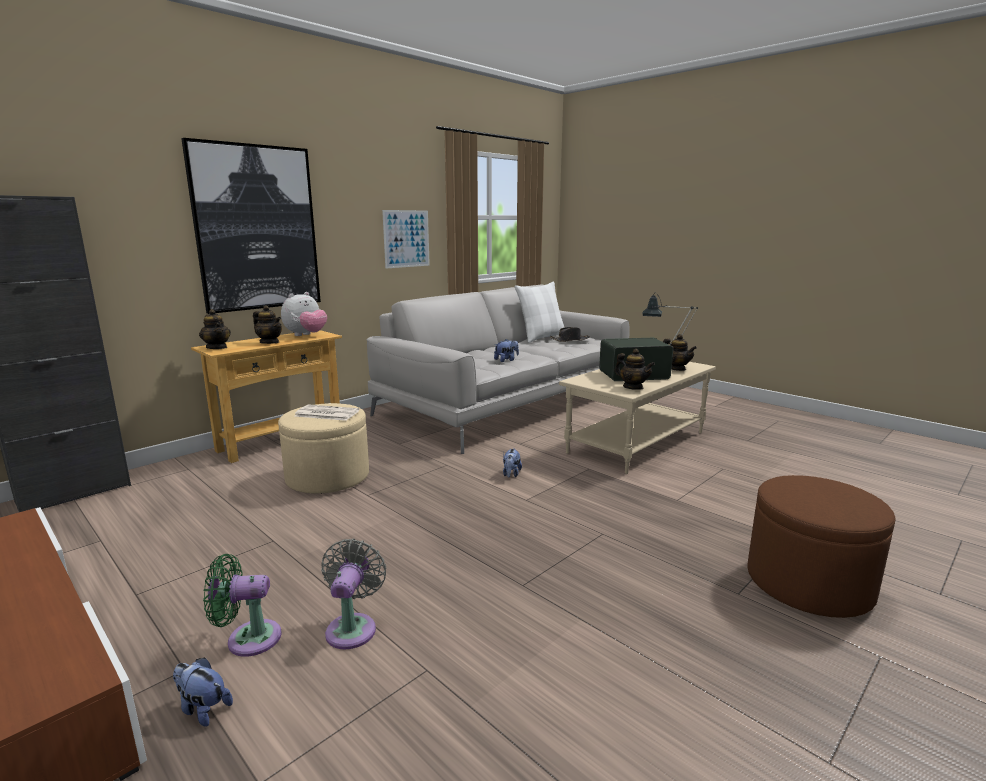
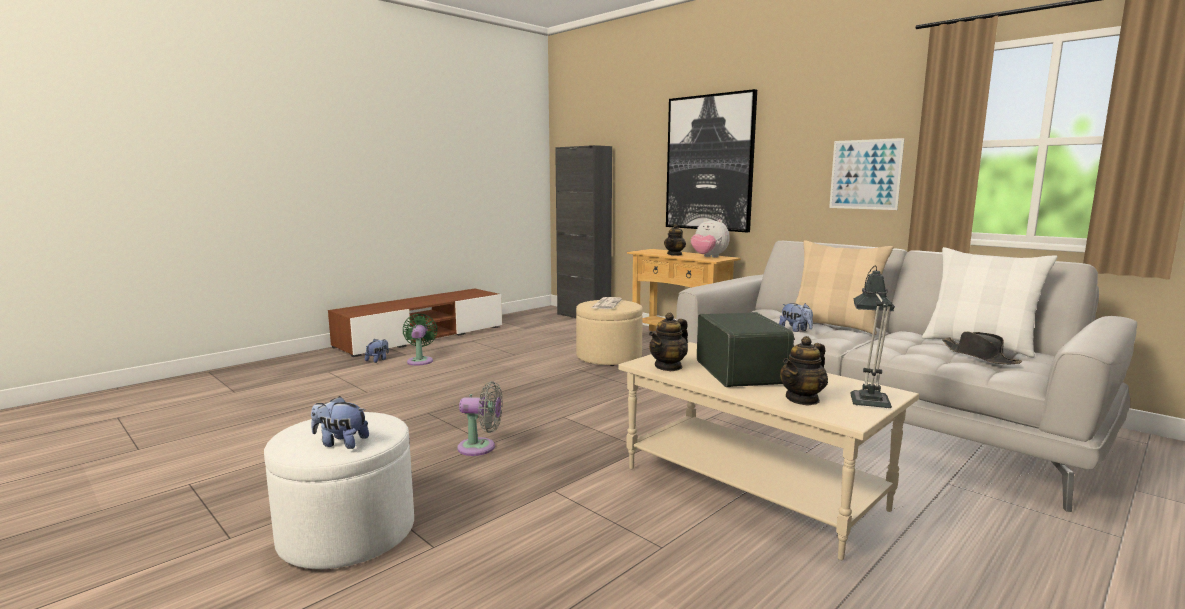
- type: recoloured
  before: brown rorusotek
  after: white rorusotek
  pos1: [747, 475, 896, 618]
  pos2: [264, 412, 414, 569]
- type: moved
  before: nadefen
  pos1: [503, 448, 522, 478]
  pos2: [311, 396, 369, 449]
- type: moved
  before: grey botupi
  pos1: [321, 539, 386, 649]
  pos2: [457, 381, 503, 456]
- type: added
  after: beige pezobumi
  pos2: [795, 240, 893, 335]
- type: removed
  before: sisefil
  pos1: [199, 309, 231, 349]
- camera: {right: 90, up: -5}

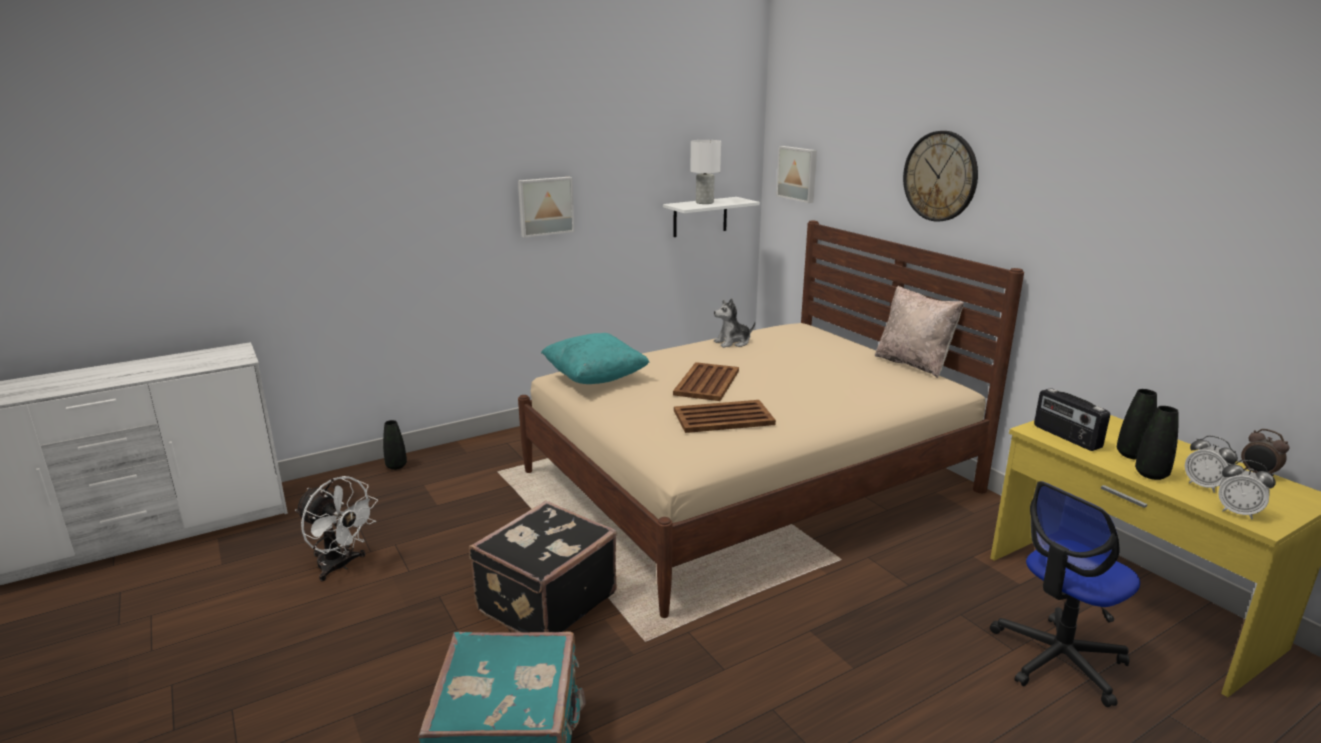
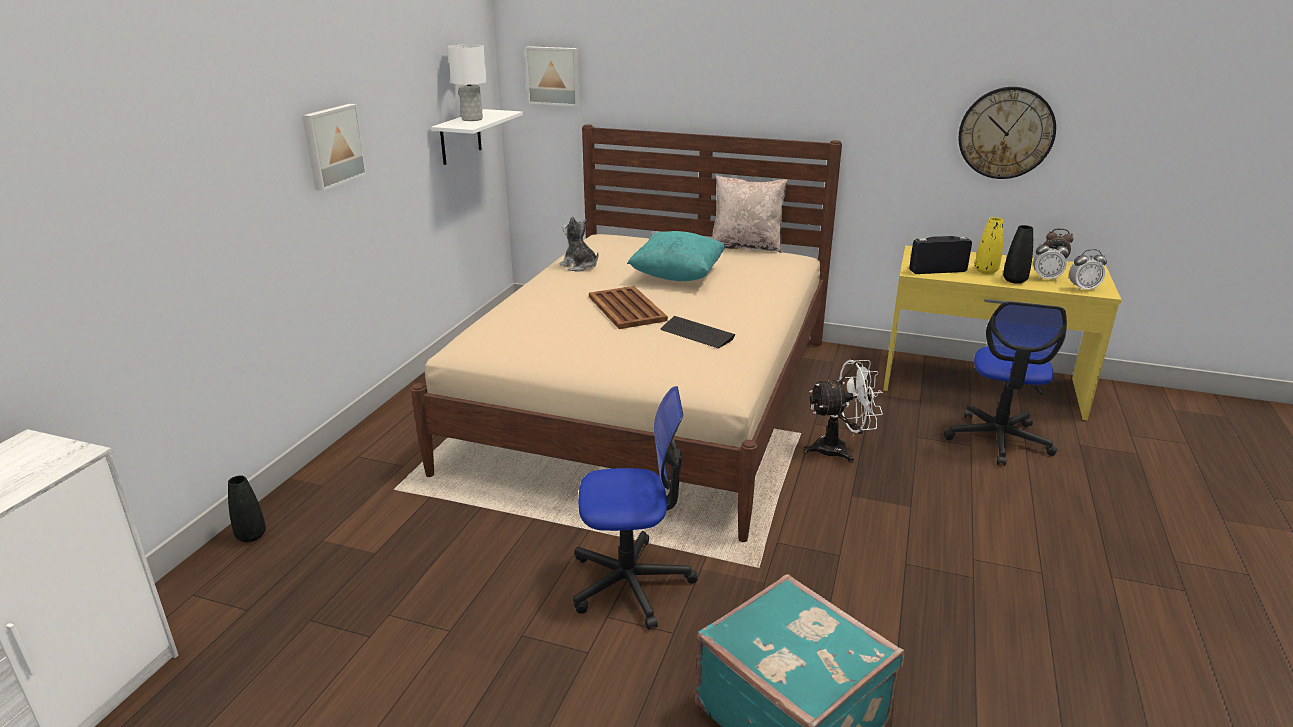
- type: turned
  before: nadefen
  pos1: [714, 298, 755, 348]
  pos2: [559, 216, 598, 271]
  turn: 105
- type: replaced
  before: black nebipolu
  after: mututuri
  pos1: [469, 500, 617, 633]
  pos2: [573, 386, 698, 630]
- type: moved
  before: turquoise pezobumi
  pos1: [541, 333, 649, 384]
  pos2: [627, 231, 725, 281]
- type: replaced
  before: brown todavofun
  after: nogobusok
  pos1: [674, 400, 776, 433]
  pos2: [661, 316, 736, 348]
- type: moved
  before: white botupi
  pos1: [295, 476, 378, 582]
  pos2: [803, 360, 883, 463]
- type: turned
  before: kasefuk
  pos1: [1034, 388, 1110, 451]
  pos2: [909, 236, 972, 274]
  turn: 150
- type: moved
  before: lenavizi
  pos1: [903, 131, 978, 222]
  pos2: [959, 87, 1056, 179]
- type: recoloured
  before: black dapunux
  after: yellow dapunux
  pos1: [1117, 389, 1157, 460]
  pos2: [975, 217, 1003, 274]
- camera: {right: -40, up: 5}

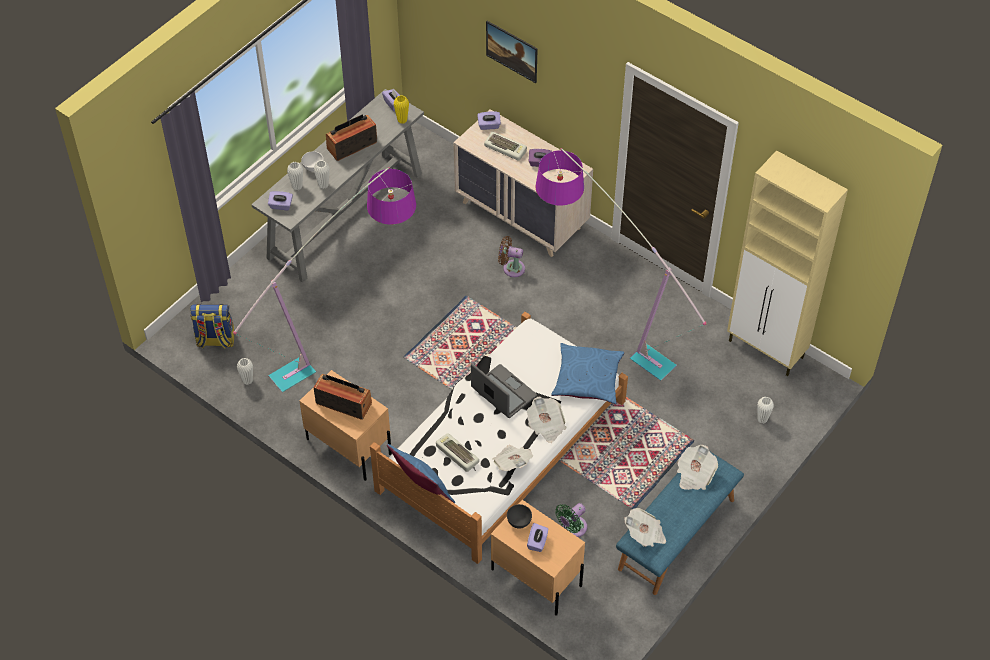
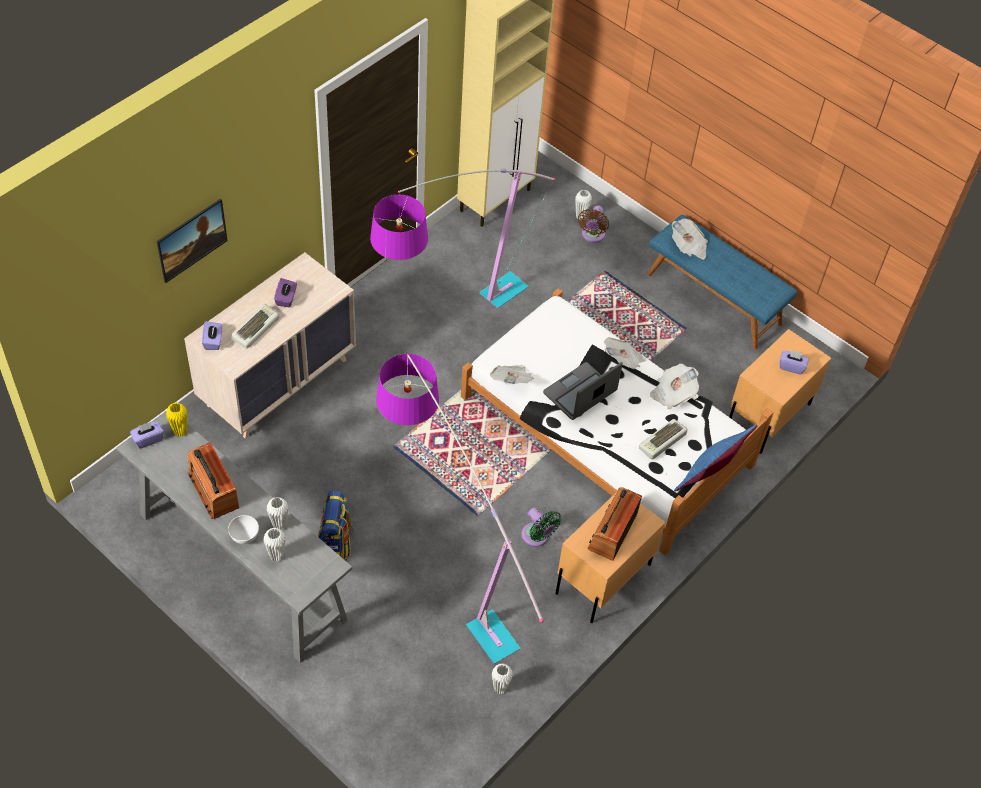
- type: moved
  before: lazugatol
  pos1: [190, 304, 235, 349]
  pos2: [318, 490, 354, 561]
- type: moved
  before: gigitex
  pos1: [624, 508, 666, 547]
  pos2: [490, 365, 534, 384]
- type: moved
  before: green botupi
  pos1: [555, 503, 587, 537]
  pos2: [522, 507, 561, 547]
- type: moved
  before: brown botupi
  pos1: [498, 236, 525, 277]
  pos2: [578, 205, 609, 243]
- type: removed
  before: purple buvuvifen
  pos1: [268, 191, 293, 210]
- type: removed
  before: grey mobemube
  pos1: [507, 504, 532, 529]
- type: removed
  before: blue pezobumi
  pos1: [551, 343, 624, 404]
- camera: {right: -90, up: 0}

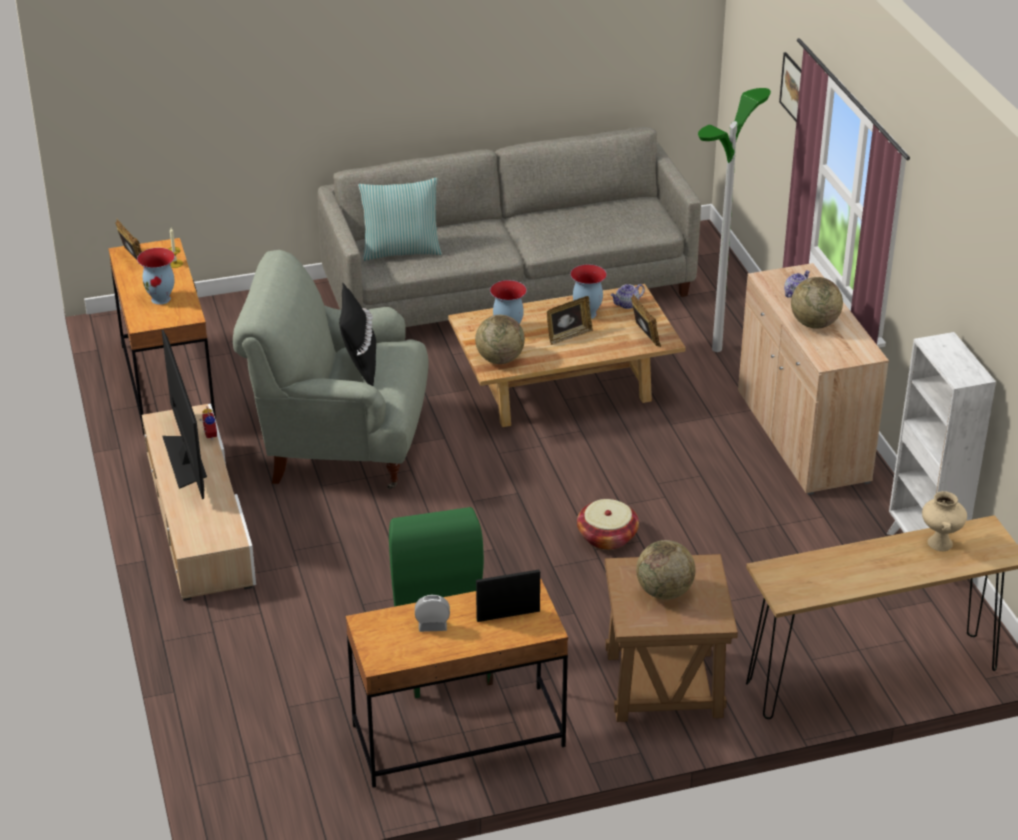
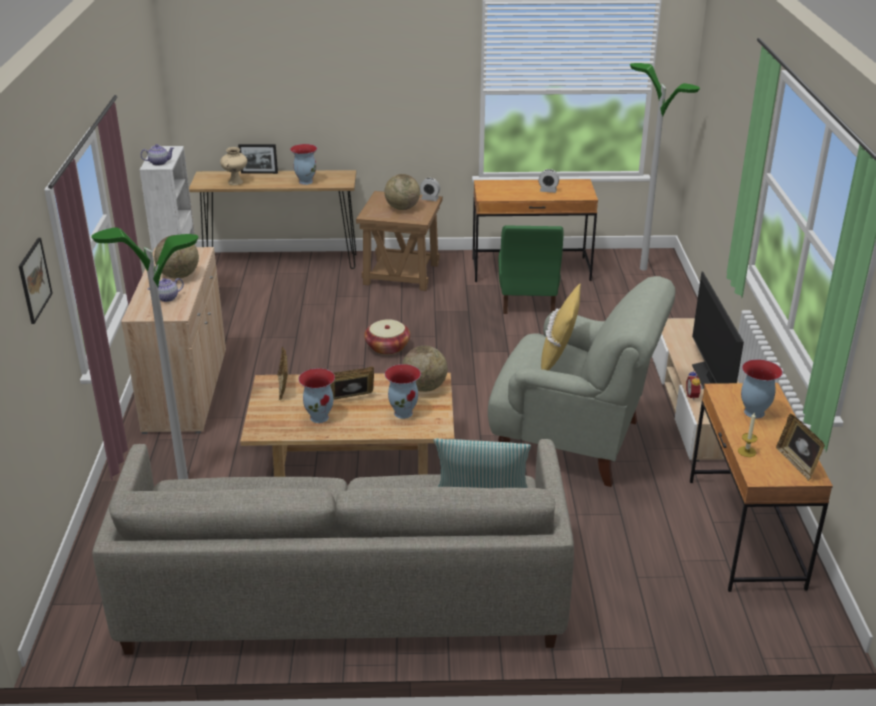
- type: moved
  before: sisefil
  pos1: [611, 284, 645, 309]
  pos2: [140, 144, 174, 166]
- type: moved
  before: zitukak
  pos1: [476, 569, 540, 622]
  pos2: [238, 144, 278, 174]
- type: added
  after: dapunux
  pos2: [290, 144, 317, 185]
- type: added
  after: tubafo
  pos2: [420, 178, 440, 201]
- type: recoloured
  before: black pezobumi
  after: yellow pezobumi
  pos1: [339, 282, 376, 386]
  pos2: [541, 284, 581, 371]
- type: added
  after: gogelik
  pos2: [630, 63, 700, 270]
- camera: {right: -165, up: -5}

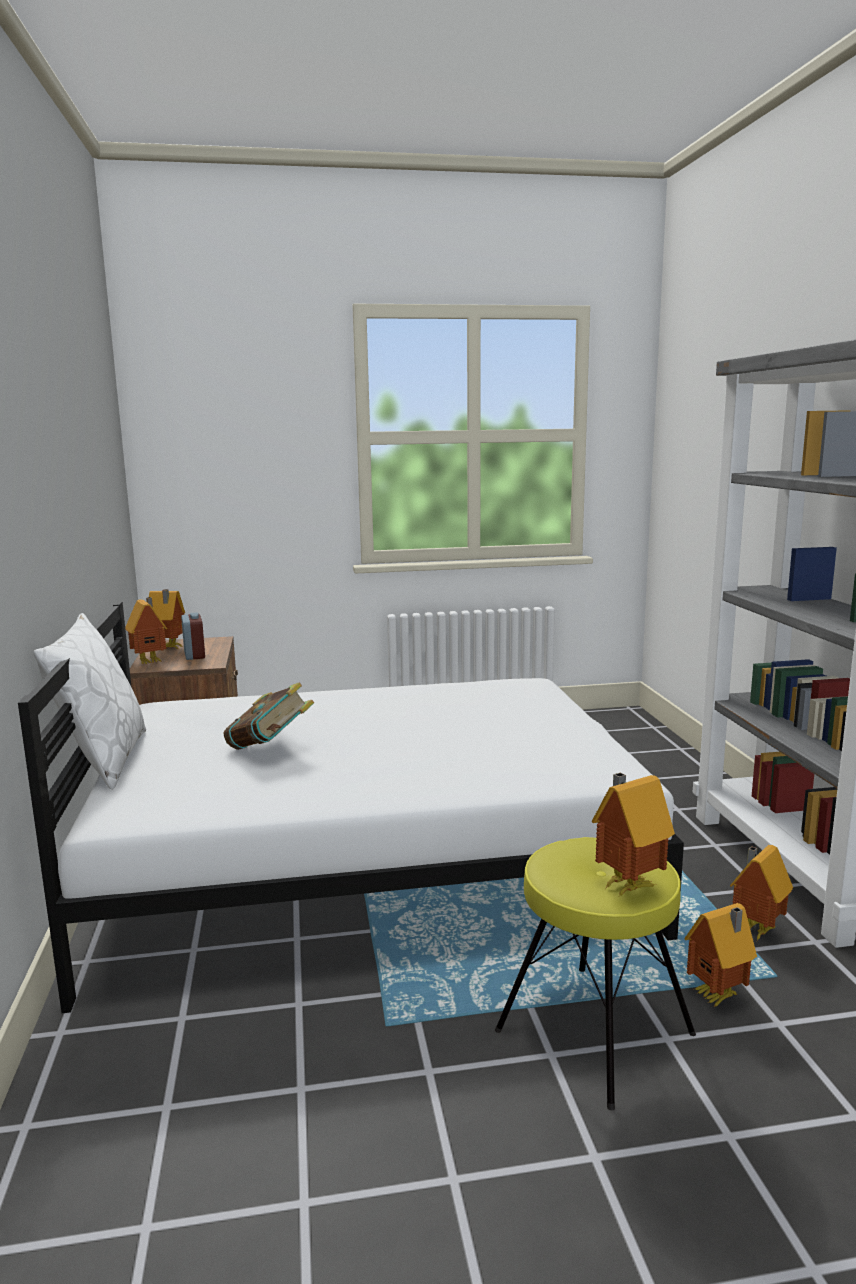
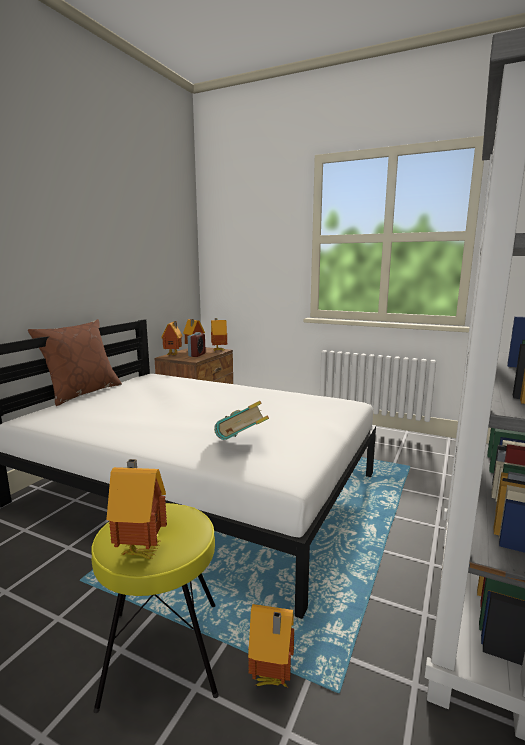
- type: recoloured
  before: white pezobumi
  after: brown pezobumi
  pos1: [33, 613, 146, 790]
  pos2: [28, 319, 122, 406]
- type: moved
  before: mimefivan
  pos1: [730, 845, 793, 940]
  pos2: [211, 318, 227, 351]
- type: moved
  before: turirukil
  pos1: [223, 682, 314, 750]
  pos2: [214, 401, 269, 440]
- camera: {right: 35, up: 0}

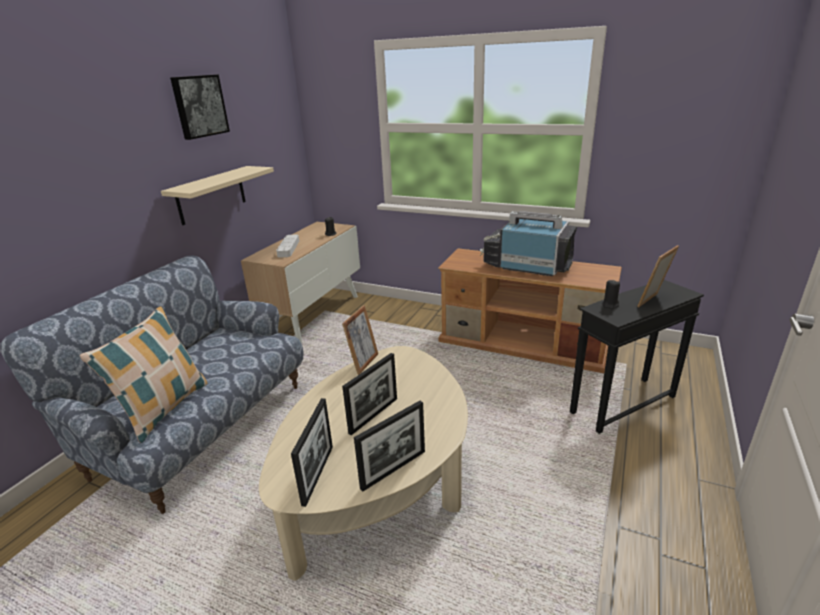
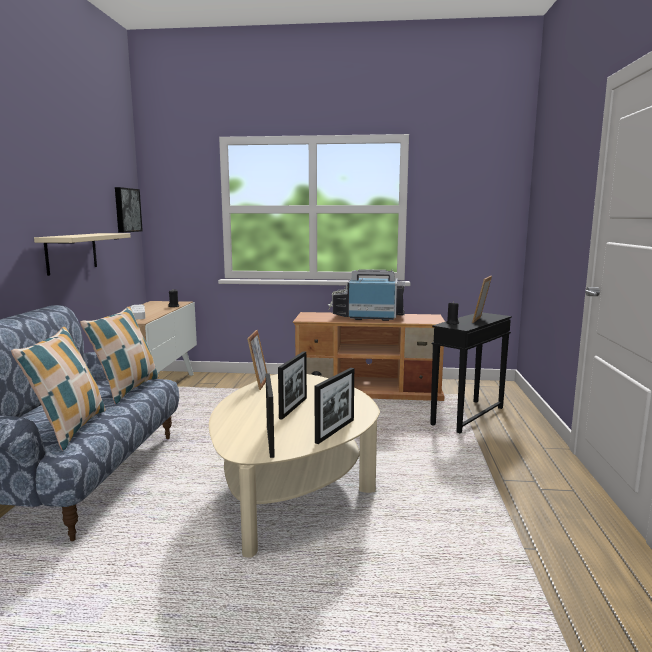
- type: added
  after: pezobumi
  pos2: [80, 307, 159, 404]
- type: moved
  before: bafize
  pos1: [170, 75, 230, 140]
  pos2: [115, 187, 143, 233]
- camera: {right: -20, up: -15}

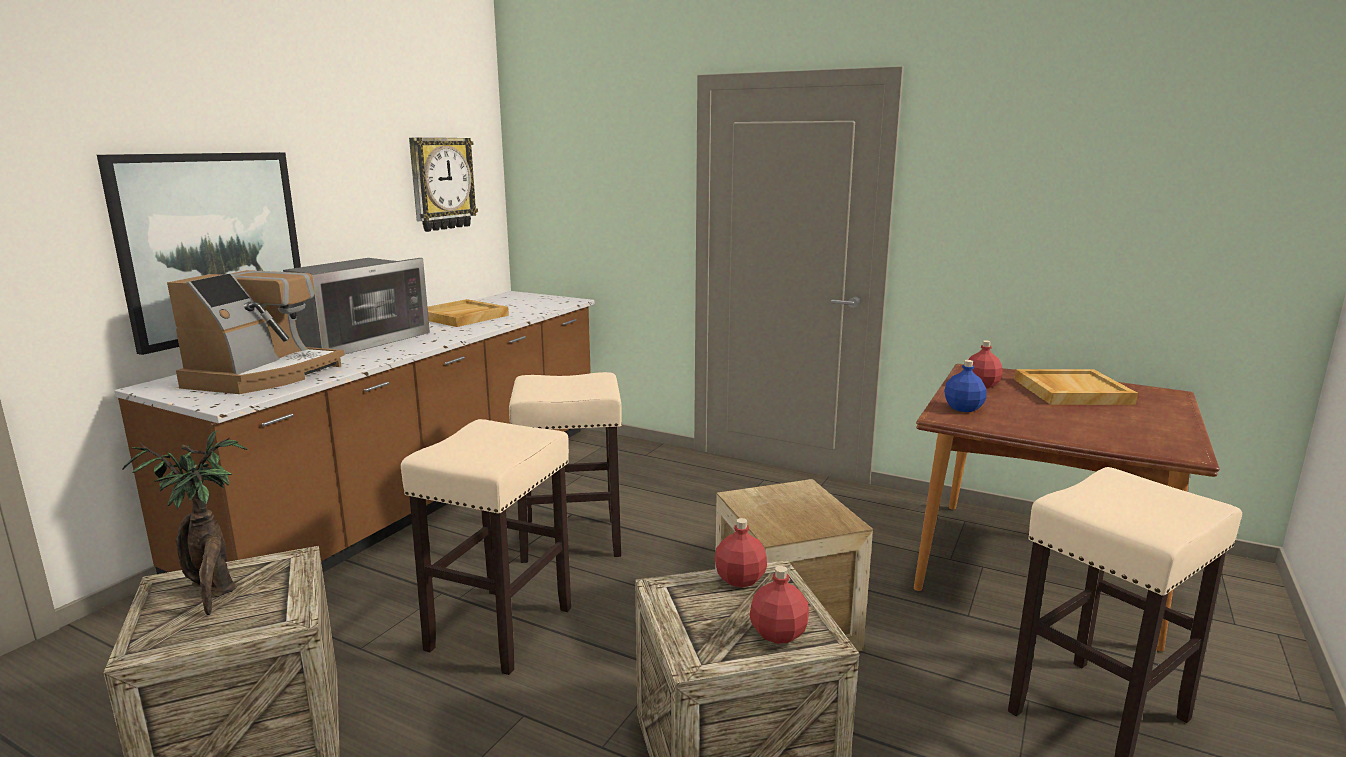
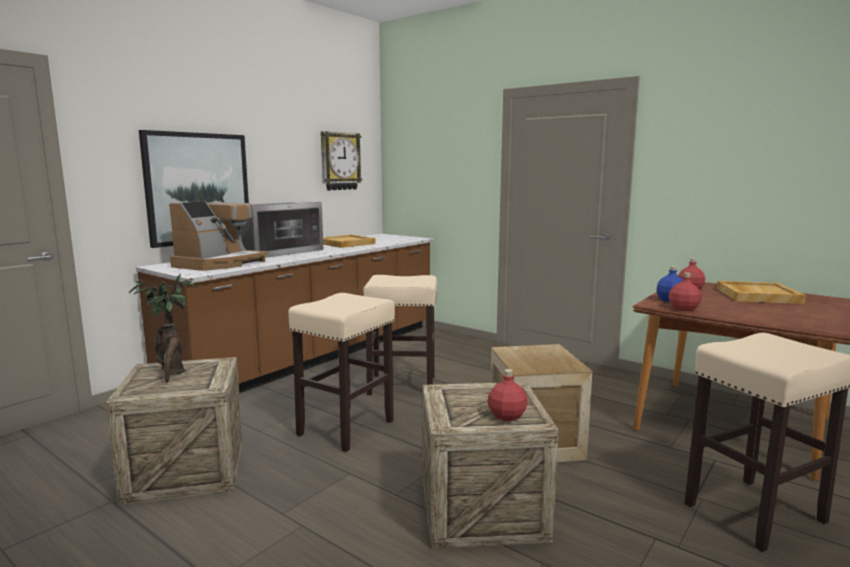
- type: moved
  before: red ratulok
  pos1: [715, 518, 767, 587]
  pos2: [668, 272, 702, 311]
- camera: {right: 10, up: -5}

